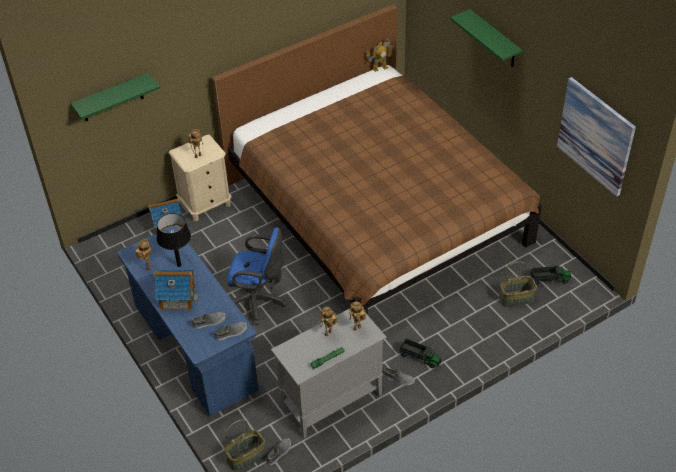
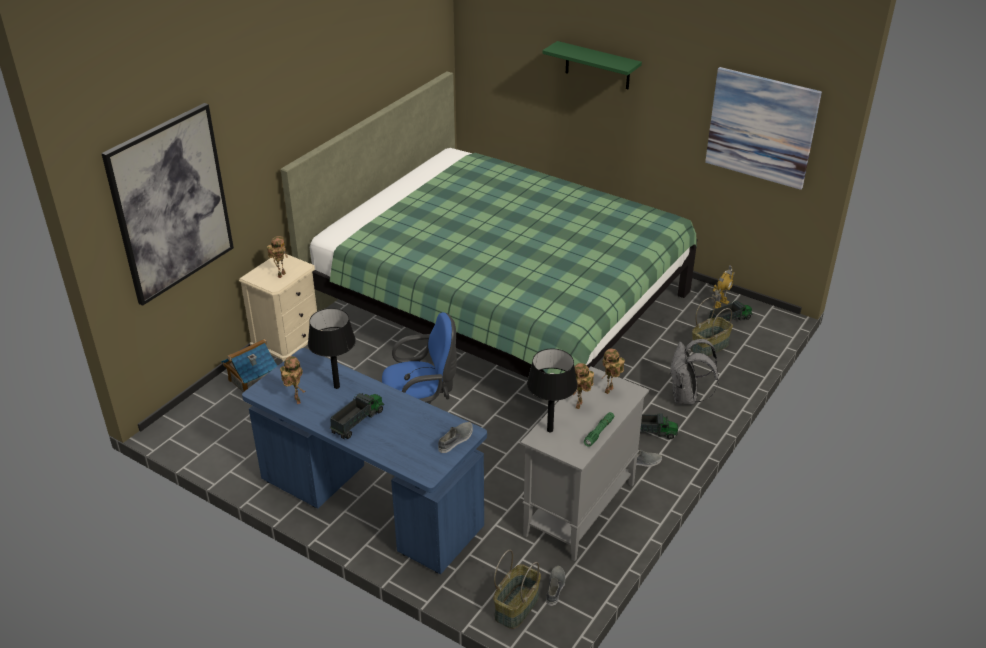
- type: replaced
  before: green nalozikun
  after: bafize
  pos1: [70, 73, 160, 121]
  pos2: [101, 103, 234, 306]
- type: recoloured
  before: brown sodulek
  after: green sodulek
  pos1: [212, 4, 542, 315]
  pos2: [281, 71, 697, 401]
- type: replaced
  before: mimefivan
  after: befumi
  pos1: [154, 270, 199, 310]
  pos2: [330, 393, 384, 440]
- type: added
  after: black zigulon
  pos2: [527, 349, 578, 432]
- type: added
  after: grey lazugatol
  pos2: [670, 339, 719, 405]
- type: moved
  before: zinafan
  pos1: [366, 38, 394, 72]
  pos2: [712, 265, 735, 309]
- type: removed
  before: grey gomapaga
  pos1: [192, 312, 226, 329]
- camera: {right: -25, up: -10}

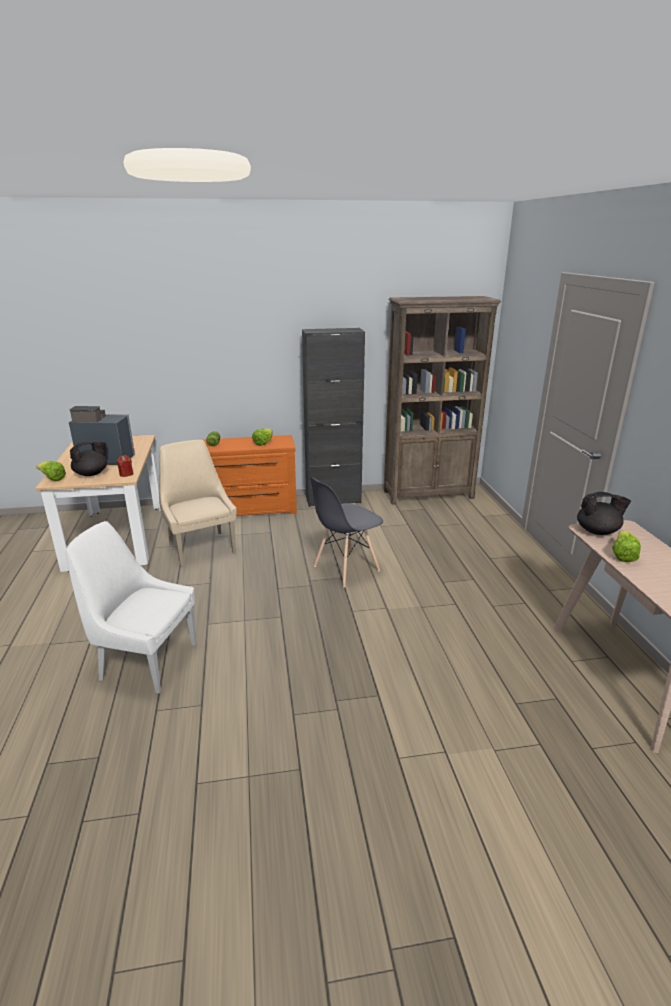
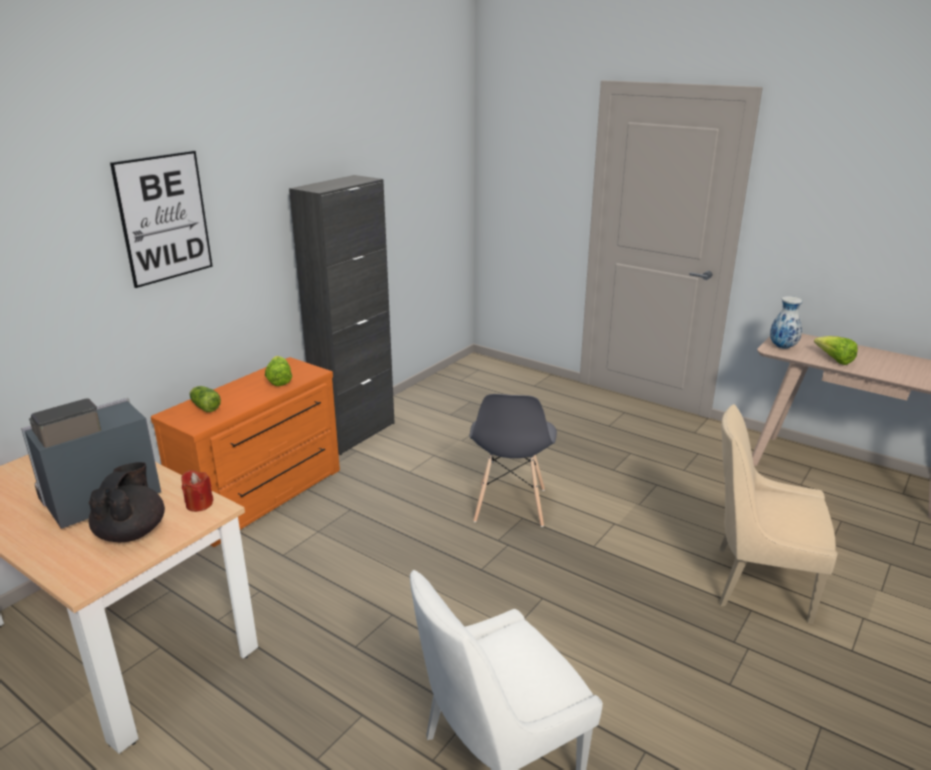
- type: added
  after: bafize
  pos2: [110, 151, 213, 288]
- type: moved
  before: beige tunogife
  pos1: [159, 440, 237, 567]
  pos2: [719, 404, 838, 624]
- type: replaced
  before: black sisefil
  after: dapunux
  pos1: [577, 492, 631, 535]
  pos2: [770, 296, 803, 349]
- type: removed
  before: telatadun
  pos1: [36, 461, 66, 481]
- type: removed
  before: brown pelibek
  pos1: [384, 296, 501, 505]
- camera: {right: -45, up: 0}

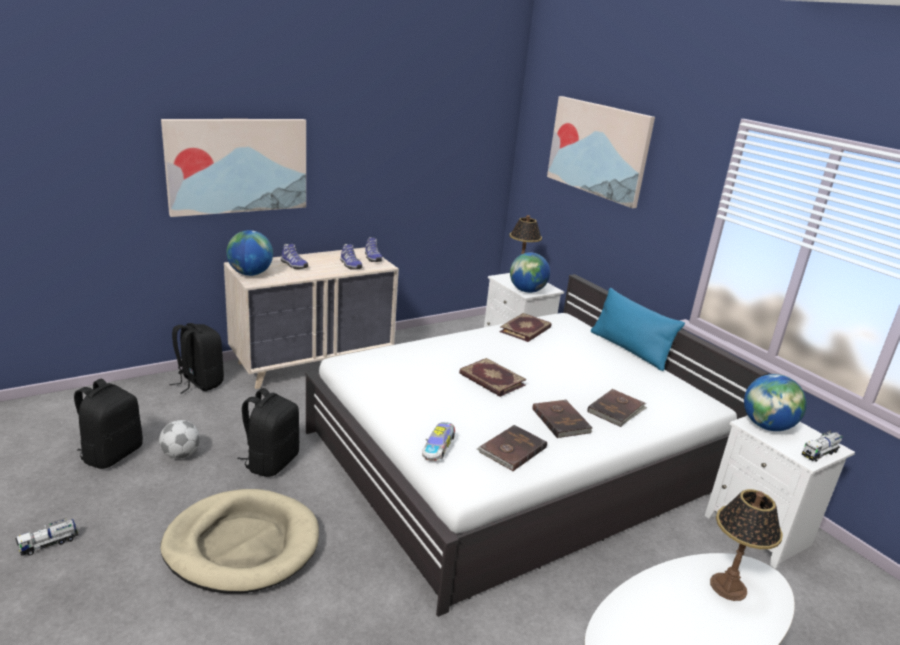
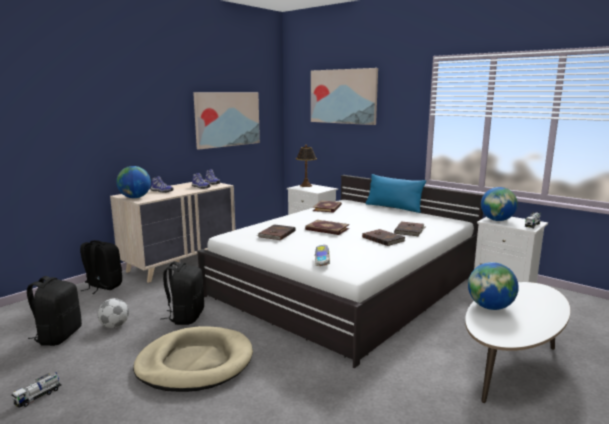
- type: moved
  before: bafize
  pos1: [161, 119, 306, 217]
  pos2: [193, 92, 260, 150]
- type: moved
  before: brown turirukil
  pos1: [477, 425, 547, 471]
  pos2: [257, 224, 295, 240]
- type: moved
  before: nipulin
  pos1: [510, 252, 550, 293]
  pos2: [468, 262, 519, 310]
- type: removed
  before: zigulon
  pos1: [710, 489, 783, 601]
- camera: {right: -15, up: -10}

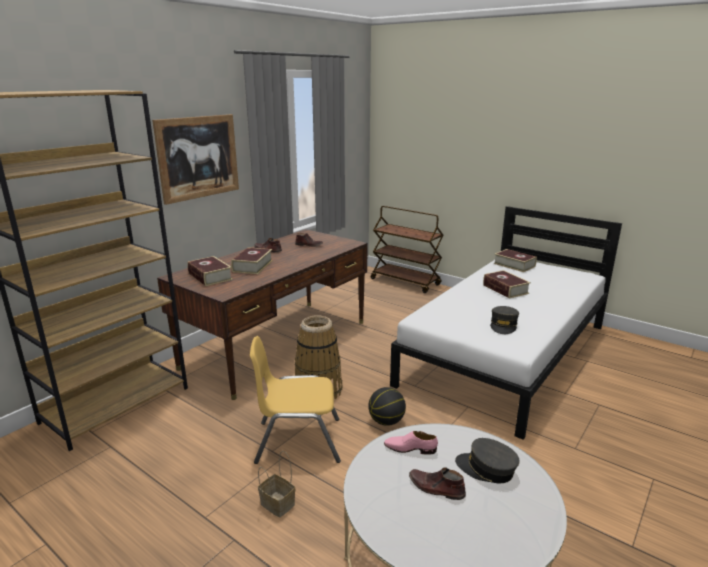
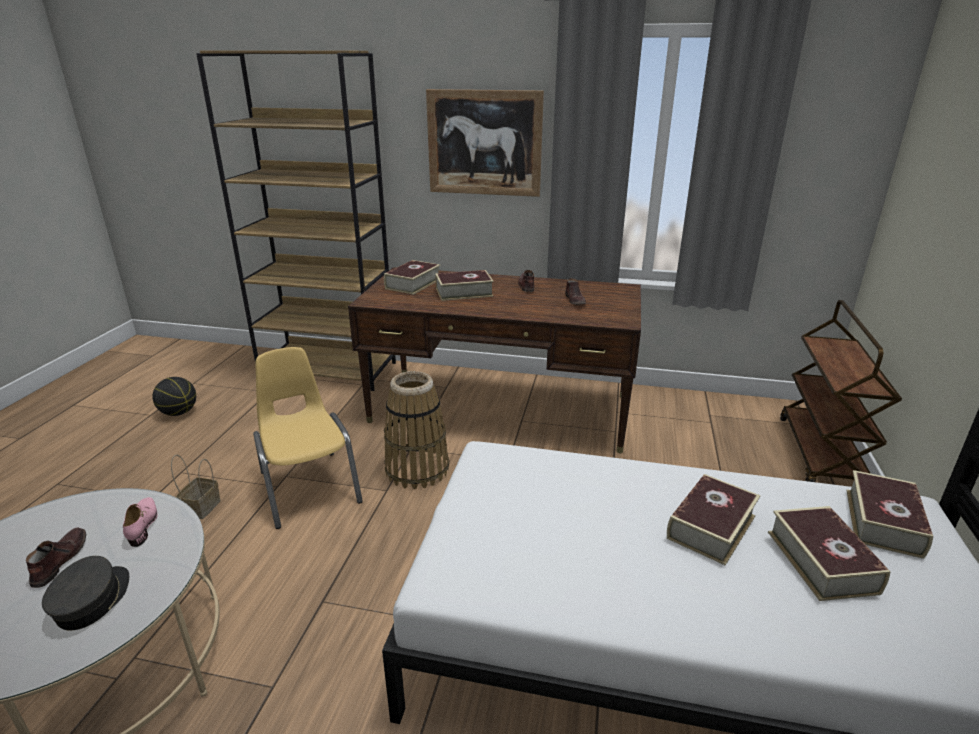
- type: moved
  before: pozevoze
  pos1: [368, 387, 406, 426]
  pos2: [152, 377, 196, 416]
- type: added
  after: turirukil
  pos2: [768, 506, 890, 601]
- type: removed
  before: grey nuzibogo
  pos1: [490, 306, 519, 334]
- camera: {right: 65, up: 5}

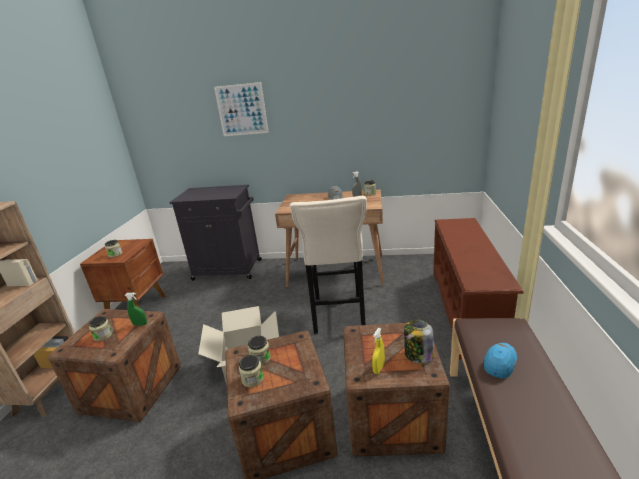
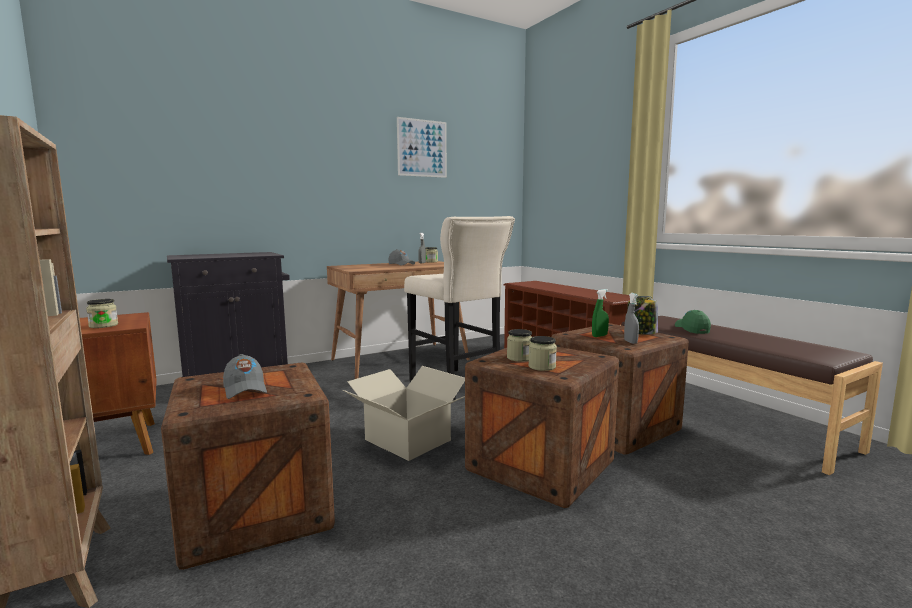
- type: replaced
  before: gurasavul
  after: grey nuzibogo
  pos1: [88, 316, 113, 341]
  pos2: [223, 354, 267, 399]
- type: moved
  before: bafize
  pos1: [214, 82, 269, 136]
  pos2: [397, 117, 447, 178]
- type: moved
  before: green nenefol
  pos1: [125, 293, 147, 326]
  pos2: [592, 289, 609, 337]
- type: recoloured
  before: yellow nenefol
  after: grey nenefol
  pos1: [372, 328, 385, 374]
  pos2: [624, 293, 639, 344]
- type: recoloured
  before: blue nuzibogo
  after: green nuzibogo
  pos1: [484, 343, 517, 379]
  pos2: [675, 310, 711, 334]
- camera: {right: -40, up: -15}

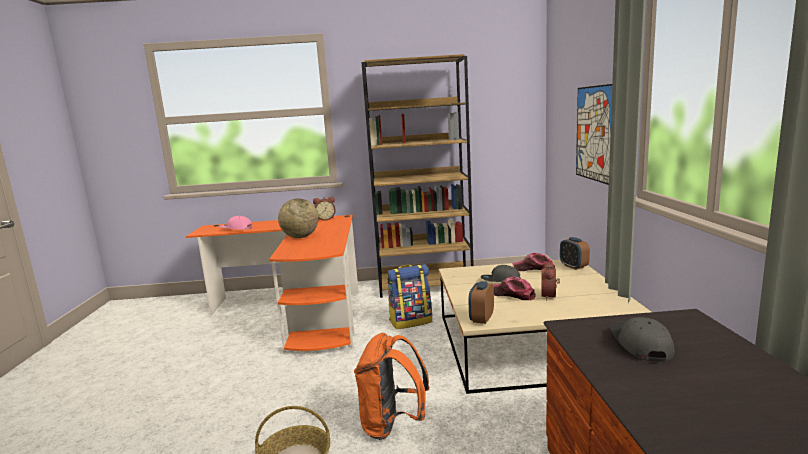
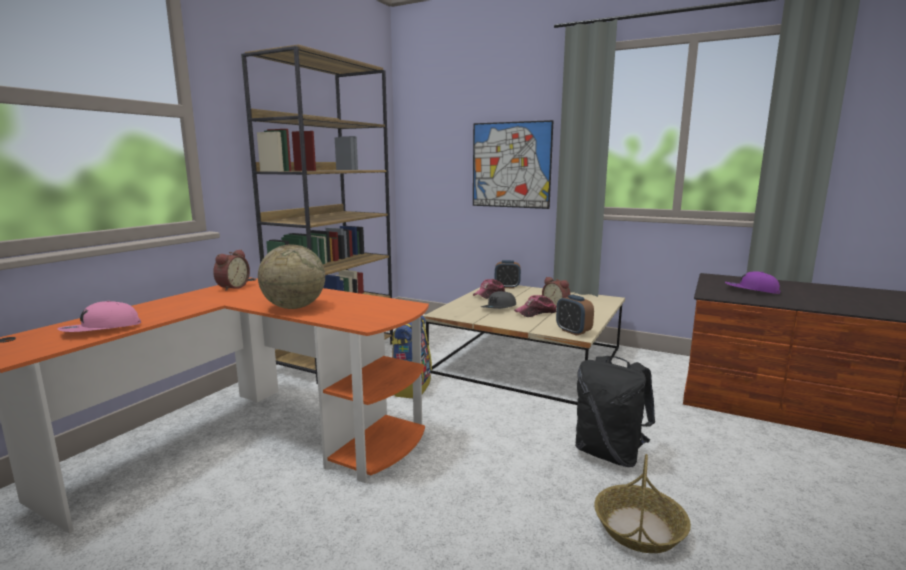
- type: recoloured
  before: orange lazugatol
  after: black lazugatol
  pos1: [354, 333, 429, 440]
  pos2: [575, 356, 655, 467]
- type: recoloured
  before: grey nuzibogo
  after: purple nuzibogo
  pos1: [610, 317, 674, 362]
  pos2: [725, 271, 780, 294]
- camera: {right: -60, up: 0}

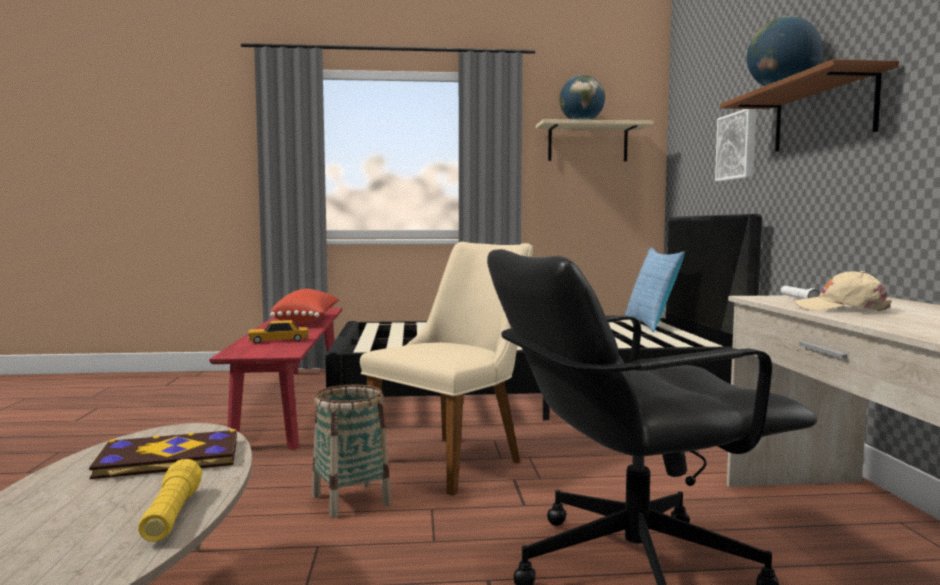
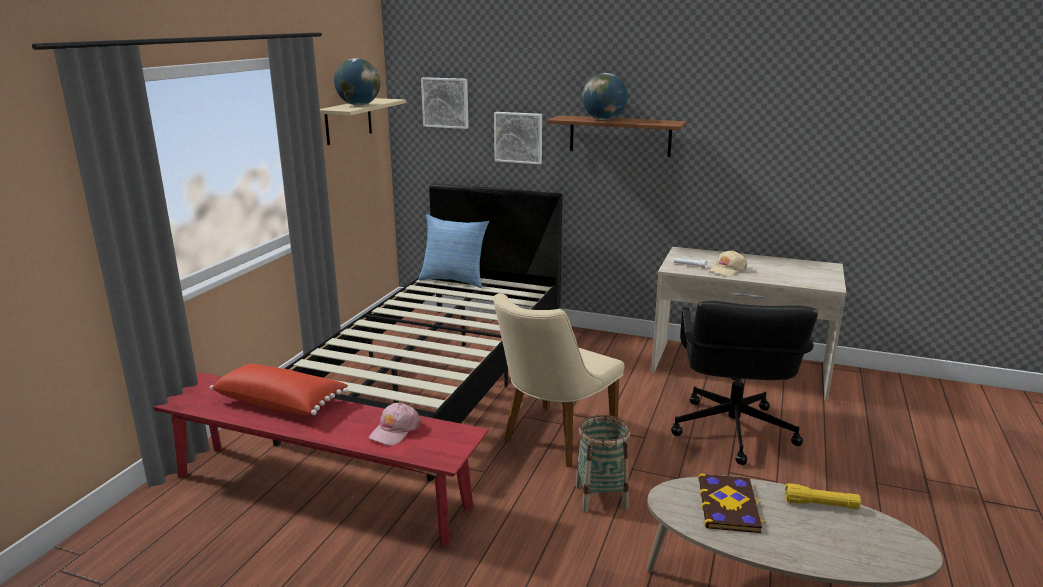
- type: replaced
  before: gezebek
  after: pink nuzibogo
  pos1: [248, 320, 309, 344]
  pos2: [369, 403, 421, 445]
- type: added
  after: bafize
  pos2: [421, 77, 469, 129]
- type: turned
  before: beige tunogife
  pos1: [360, 242, 533, 496]
  pos2: [494, 293, 625, 467]
  turn: -120
- camera: {right: -65, up: 15}

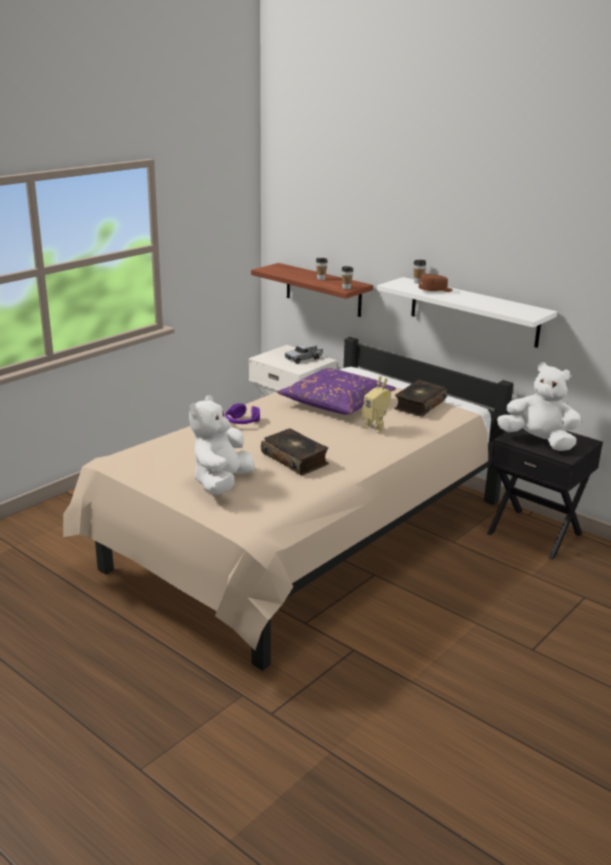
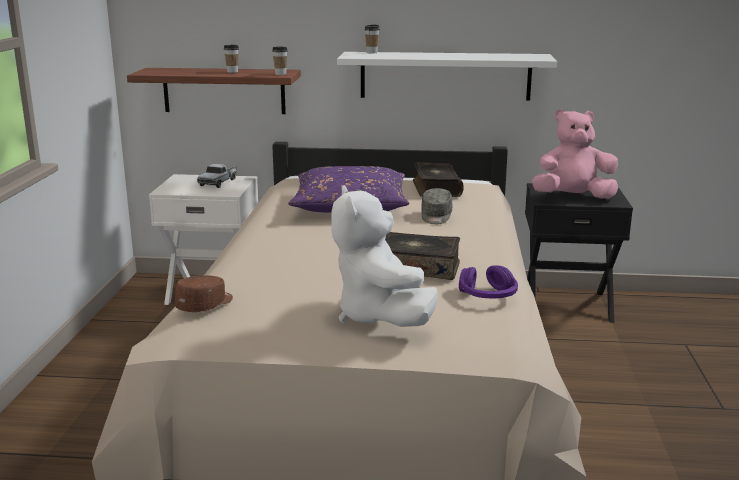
- type: moved
  before: brown nuzibogo
  pos1: [419, 274, 452, 292]
  pos2: [175, 275, 233, 312]
- type: replaced
  before: zinafan
  after: grey nuzibogo
  pos1: [362, 376, 391, 433]
  pos2: [421, 188, 453, 224]
- type: moved
  before: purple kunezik
  pos1: [225, 403, 260, 424]
  pos2: [459, 265, 518, 299]
- type: recoloured
  before: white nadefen
  after: pink nadefen
  pos1: [497, 363, 581, 451]
  pos2: [532, 109, 618, 199]
- camera: {right: -35, up: -5}

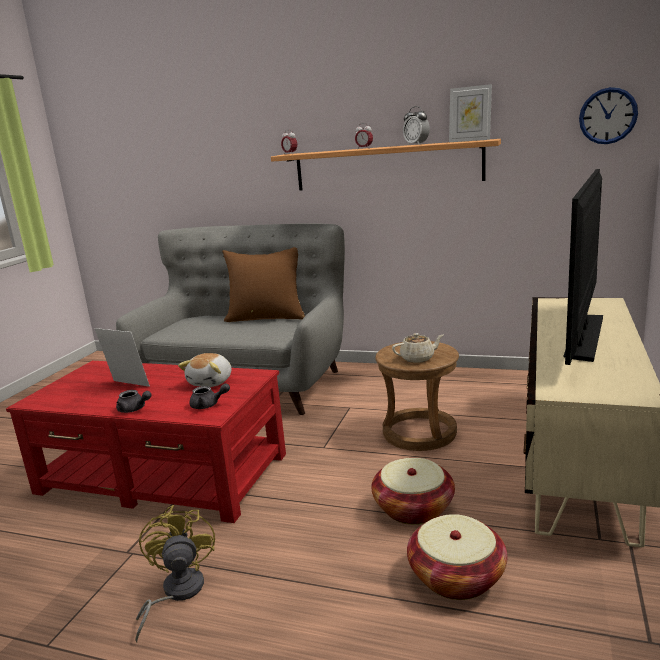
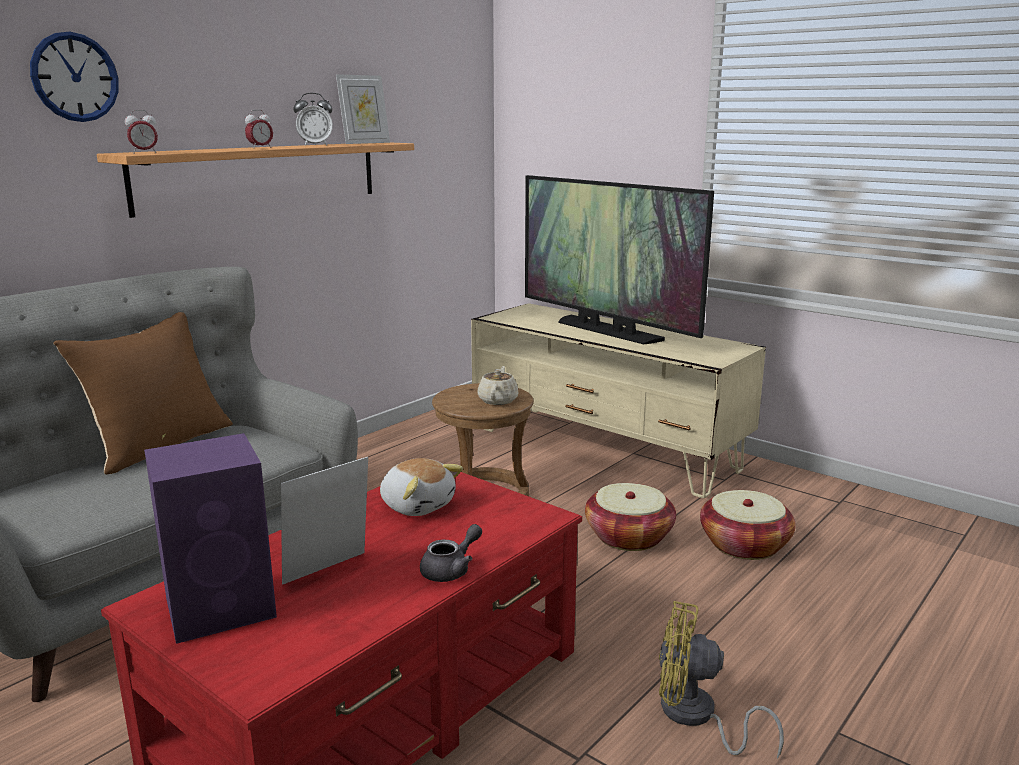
- type: moved
  before: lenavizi
  pos1: [579, 87, 638, 144]
  pos2: [30, 32, 119, 122]
- type: added
  after: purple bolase
  pos2: [144, 433, 277, 644]
- type: removed
  before: grey sisefil
  pos1: [190, 383, 230, 409]
- camera: {right: -70, up: 0}

